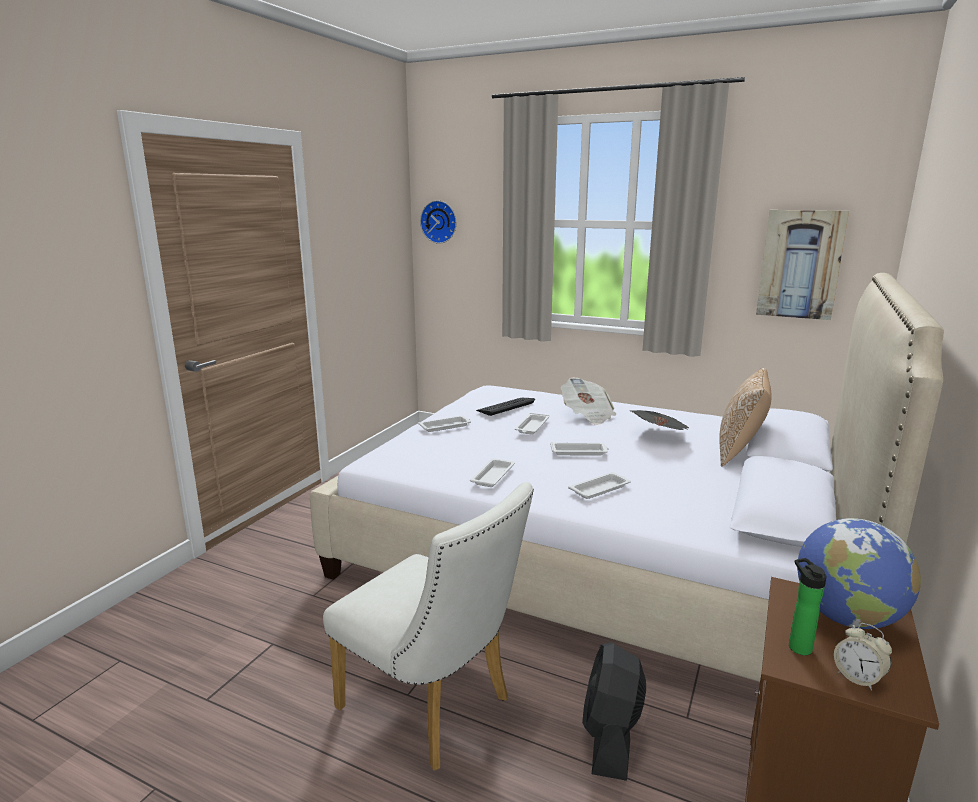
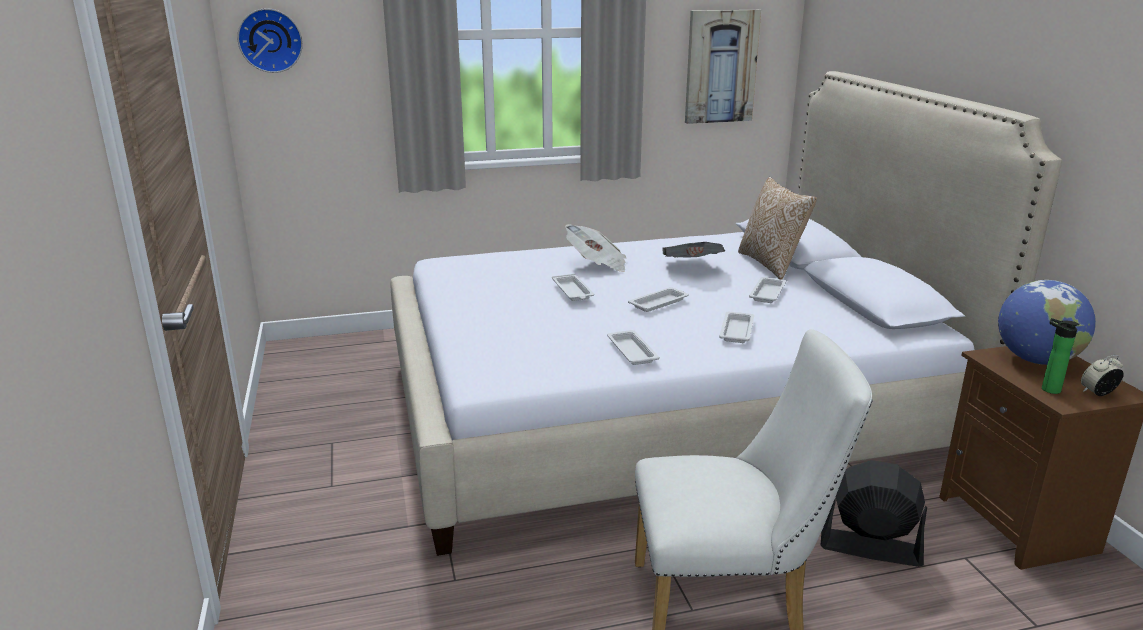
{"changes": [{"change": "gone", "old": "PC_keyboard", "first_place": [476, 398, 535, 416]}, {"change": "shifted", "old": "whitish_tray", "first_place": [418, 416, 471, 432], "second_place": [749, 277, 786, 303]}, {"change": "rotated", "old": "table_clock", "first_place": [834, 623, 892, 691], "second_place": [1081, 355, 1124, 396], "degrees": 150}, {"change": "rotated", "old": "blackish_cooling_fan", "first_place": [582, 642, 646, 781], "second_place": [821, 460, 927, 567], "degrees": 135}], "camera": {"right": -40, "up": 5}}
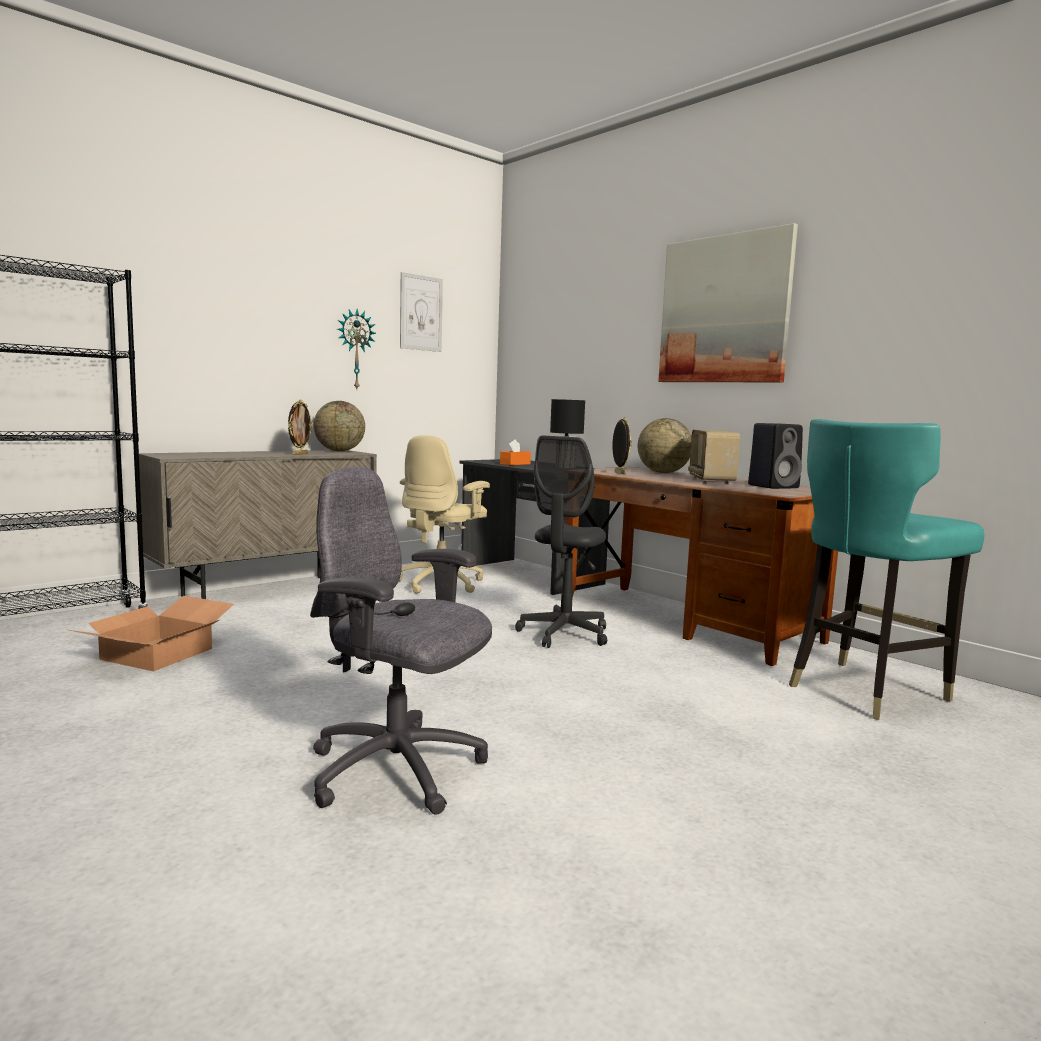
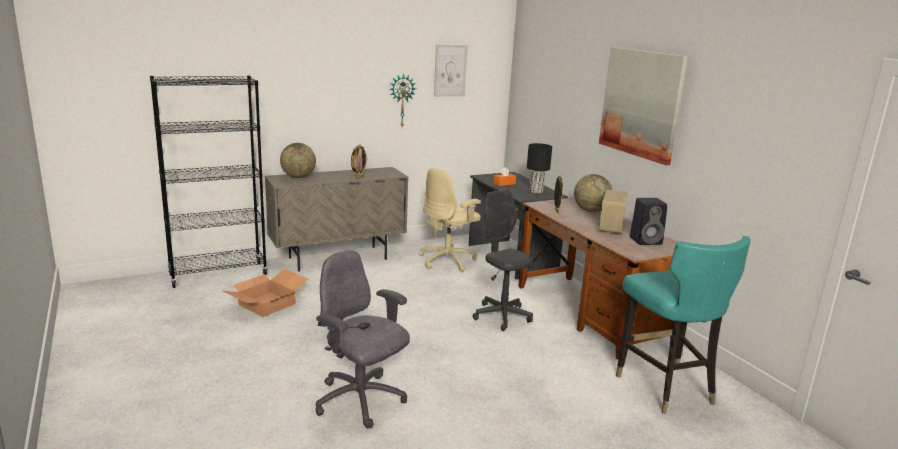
{"changes": [{"change": "shifted", "old": "desk_globe", "first_place": [314, 401, 365, 451], "second_place": [280, 143, 316, 178]}, {"change": "rotated", "old": "turquoise-coloured_plain_chair", "first_place": [789, 419, 984, 720], "second_place": [616, 236, 751, 414], "degrees": -90}, {"change": "rotated", "old": "greyish_office_chair", "first_place": [515, 436, 607, 648], "second_place": [473, 190, 533, 331], "degrees": 105}], "camera": {"right": 15, "up": 10}}
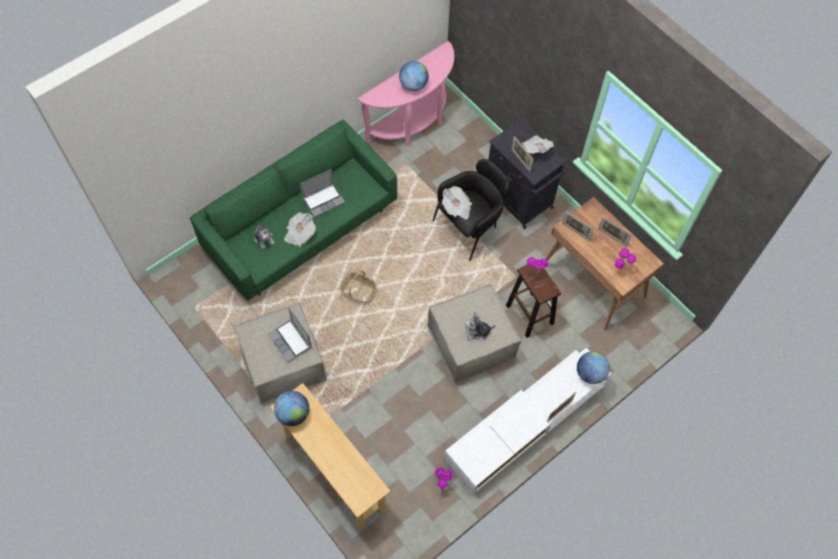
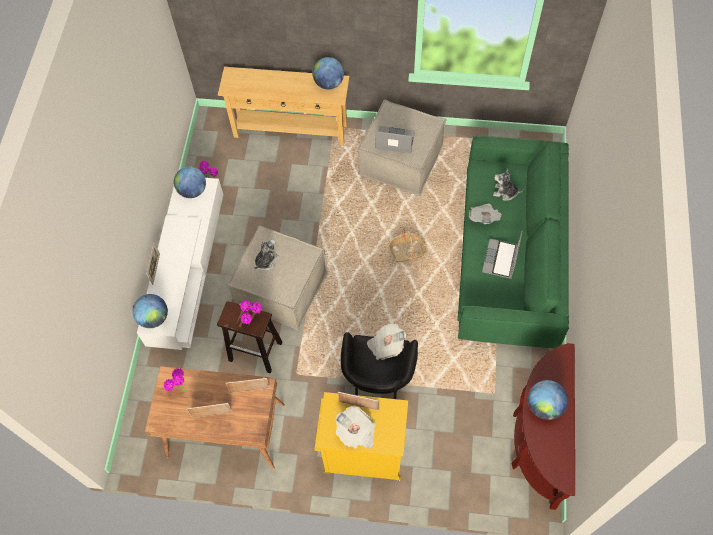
{"changes": [{"change": "repainted", "old": "pinkish_narrow_table", "new": "brown-coloured_narrow_table", "first_place": [358, 41, 455, 147], "second_place": [511, 343, 575, 510]}, {"change": "repainted", "old": "blackish_cabinet", "new": "yellow-coloured_cabinet", "first_place": [489, 119, 567, 229], "second_place": [314, 392, 408, 481]}, {"change": "new", "new": "desk_globe", "second_place": [174, 166, 206, 198]}], "camera": {"right": 140, "up": 0}}
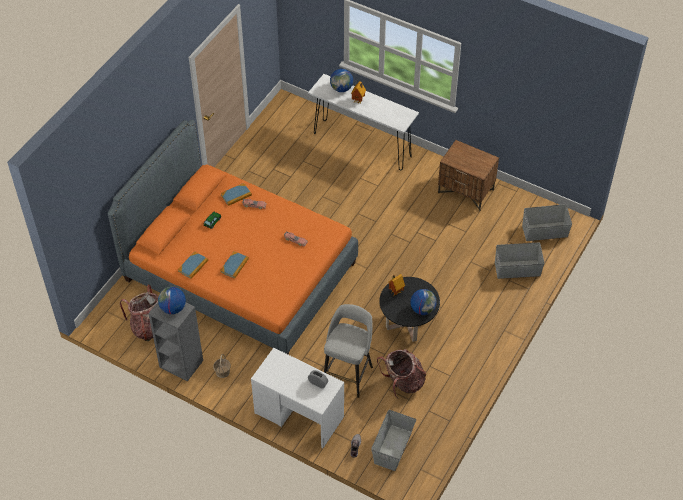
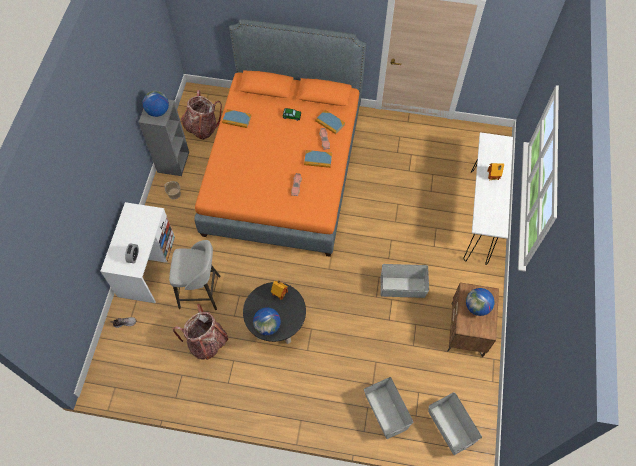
{"changes": [{"change": "shifted", "old": "desk_globe", "first_place": [330, 69, 353, 92], "second_place": [466, 288, 494, 316]}, {"change": "shifted", "old": "volume", "first_place": [220, 251, 249, 279], "second_place": [304, 150, 332, 168]}, {"change": "shifted", "old": "greyish_storage_box", "first_place": [371, 410, 416, 471], "second_place": [380, 264, 429, 298]}], "camera": {"right": 70, "up": 10}}
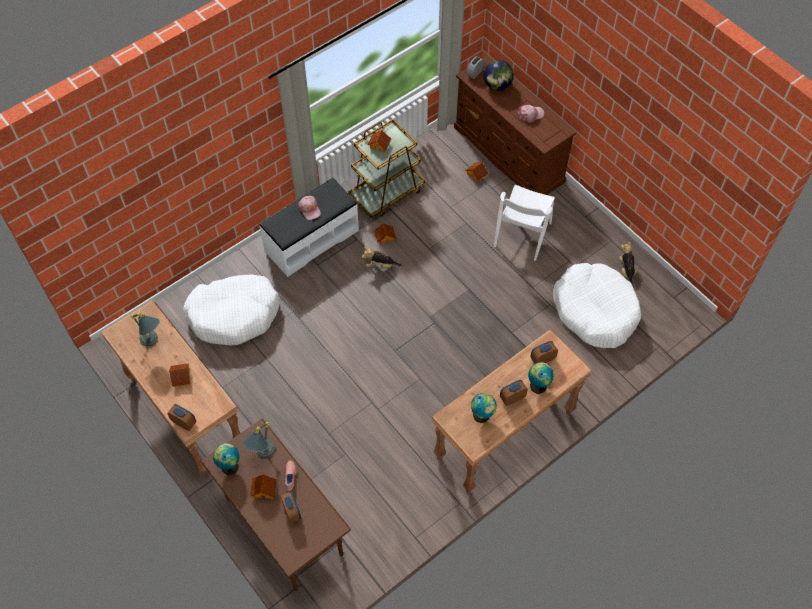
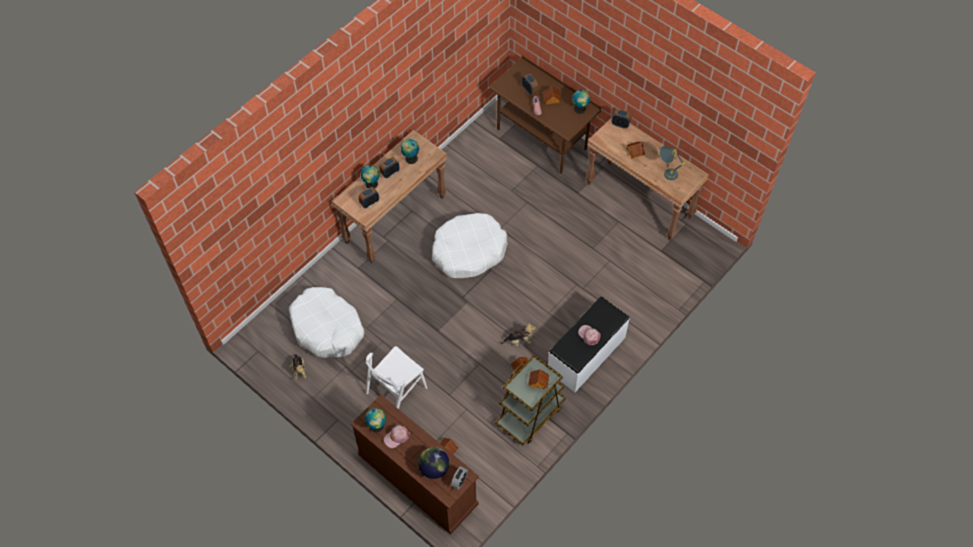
{"changes": [{"change": "rotated", "old": "whitish_plain_chair", "first_place": [494, 185, 555, 261], "second_place": [365, 346, 427, 409], "degrees": -150}, {"change": "shifted", "old": "whitish_pet_bed", "first_place": [183, 274, 280, 345], "second_place": [432, 213, 508, 278]}, {"change": "gone", "old": "greyish_table_lamp", "first_place": [243, 422, 275, 458]}, {"change": "new", "new": "desk_globe", "second_place": [365, 408, 386, 432]}], "camera": {"right": 170, "up": 0}}
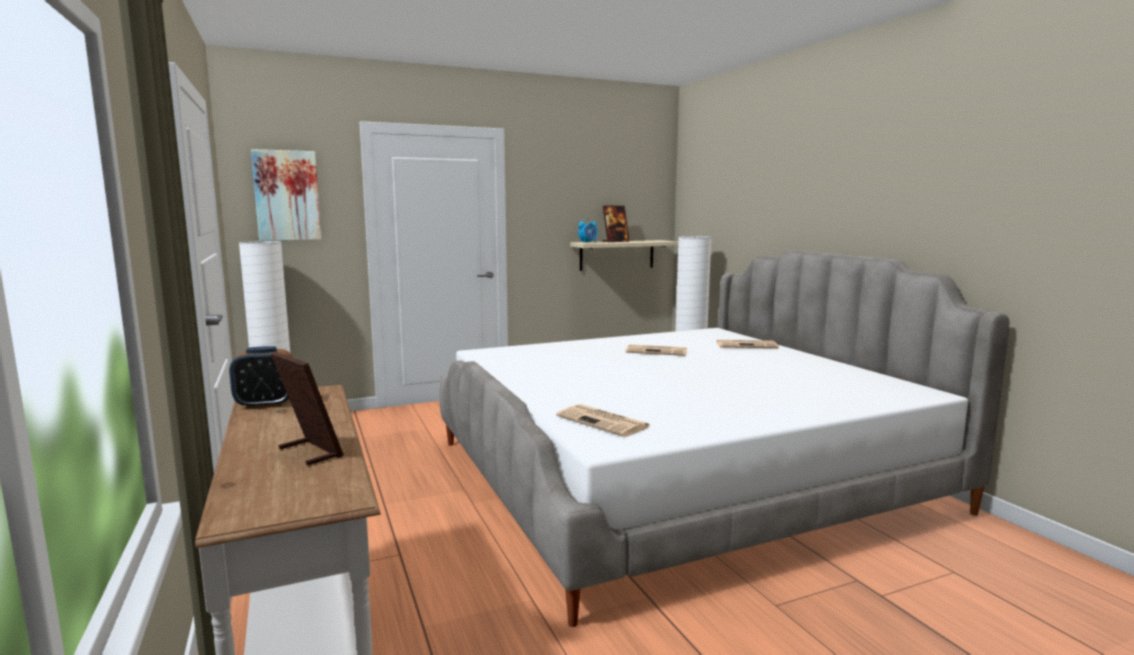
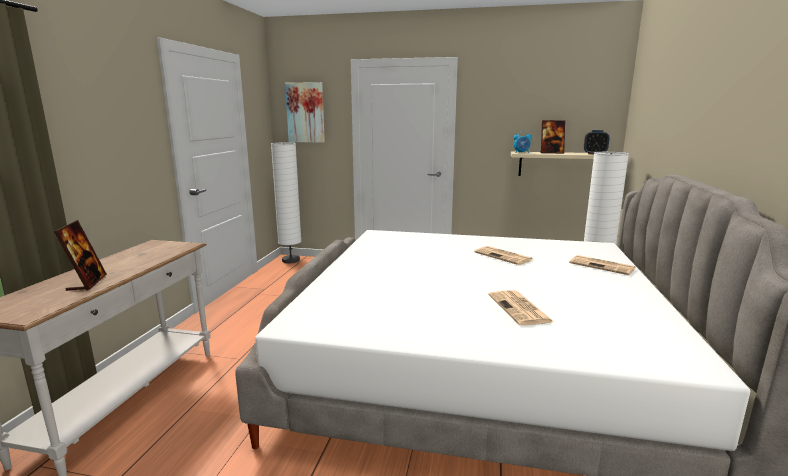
{"changes": [{"change": "shifted", "old": "table_clock", "first_place": [229, 346, 293, 409], "second_place": [584, 130, 610, 154]}, {"change": "shifted", "old": "printed_paper", "first_place": [556, 404, 650, 437], "second_place": [488, 290, 554, 325]}], "camera": {"right": 35, "up": 5}}
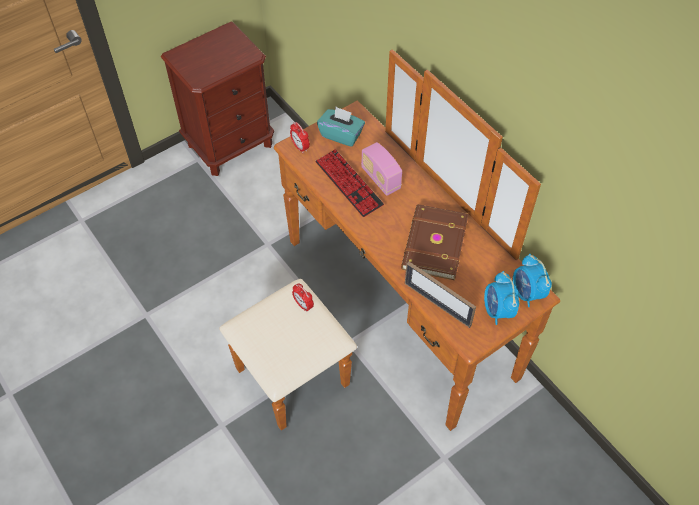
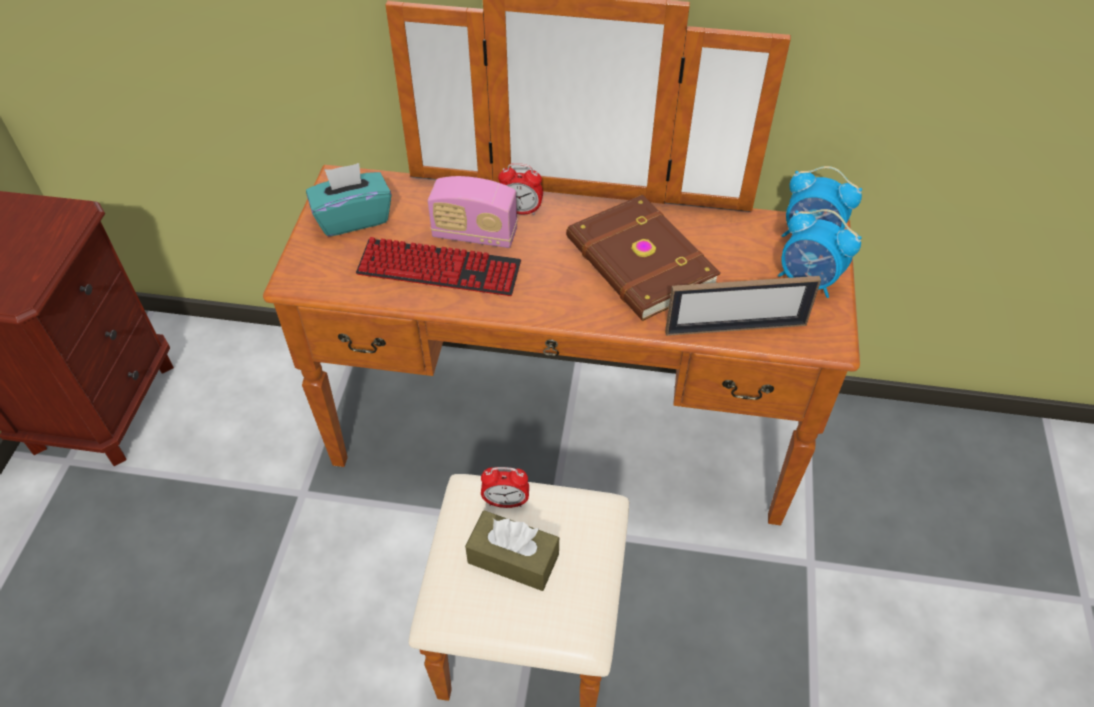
{"changes": [{"change": "shifted", "old": "table_clock", "first_place": [290, 122, 310, 153], "second_place": [498, 163, 543, 215]}, {"change": "new", "new": "brown-coloured_tissue_holder", "second_place": [465, 510, 559, 591]}], "camera": {"right": -45, "up": -5}}
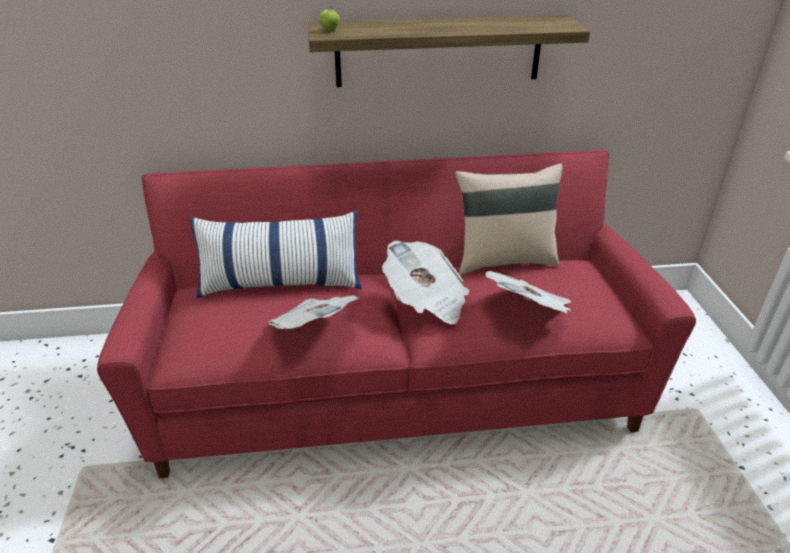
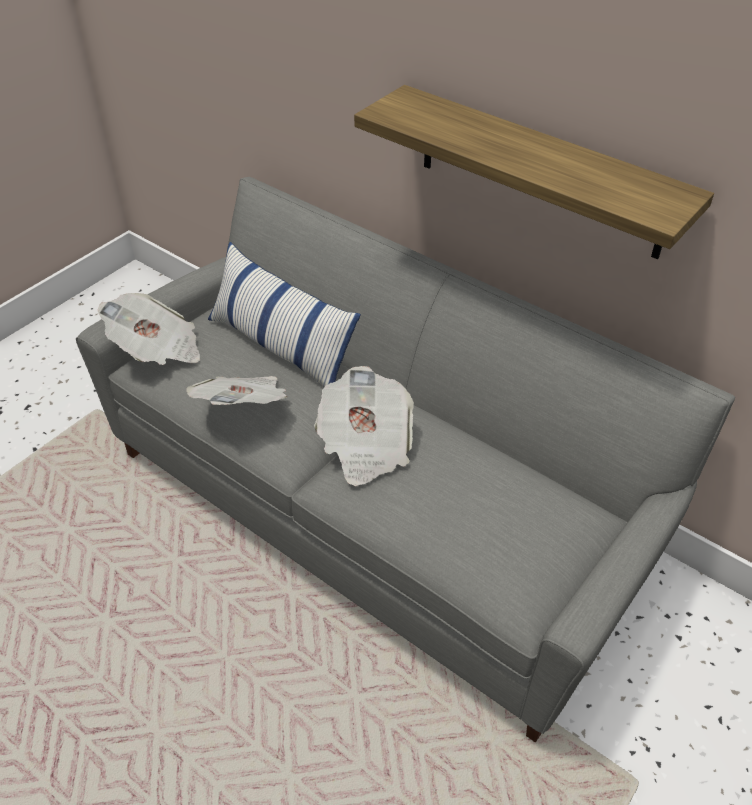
{"changes": [{"change": "gone", "old": "whole_apple", "first_place": [319, 7, 340, 31]}, {"change": "repainted", "old": "reddish_settee", "new": "greyish_settee", "first_place": [97, 150, 696, 478], "second_place": [76, 177, 735, 742]}, {"change": "gone", "old": "beige-coloured_cushion", "first_place": [455, 163, 563, 275]}, {"change": "shifted", "old": "printed_paper", "first_place": [485, 271, 571, 313], "second_place": [98, 293, 200, 365]}], "camera": {"right": 45, "up": 10}}
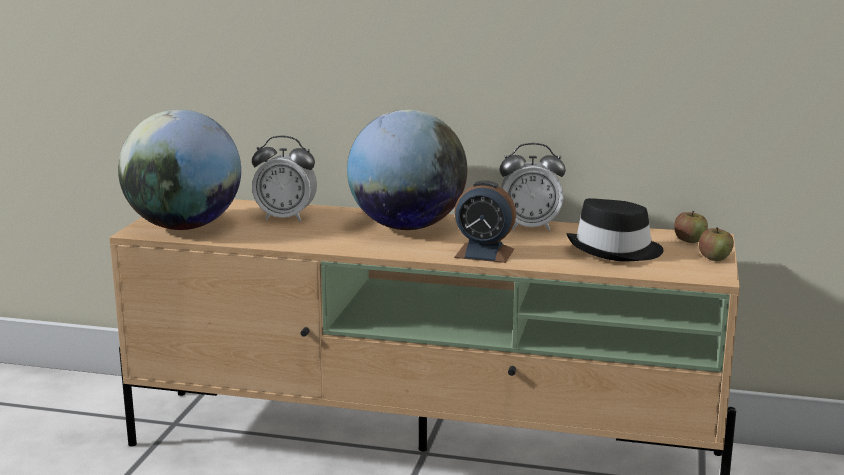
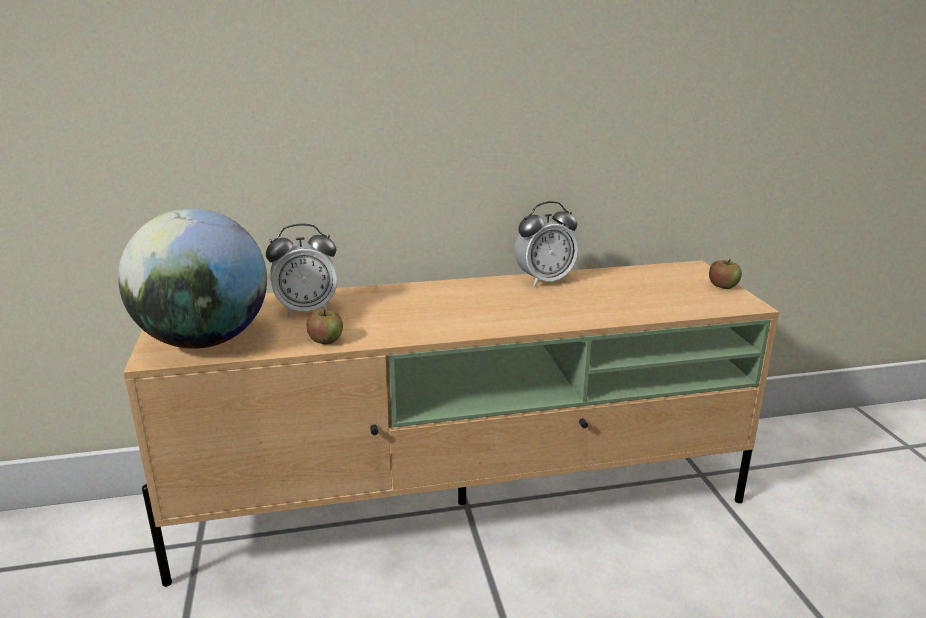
{"changes": [{"change": "gone", "old": "desk_globe", "first_place": [347, 110, 467, 230]}, {"change": "gone", "old": "table_clock", "first_place": [454, 181, 516, 263]}, {"change": "gone", "old": "blackish_clothing_hat", "first_place": [567, 198, 663, 261]}, {"change": "shifted", "old": "whole_apple", "first_place": [674, 211, 708, 243], "second_place": [307, 310, 343, 345]}], "camera": {"right": -25, "up": 5}}
